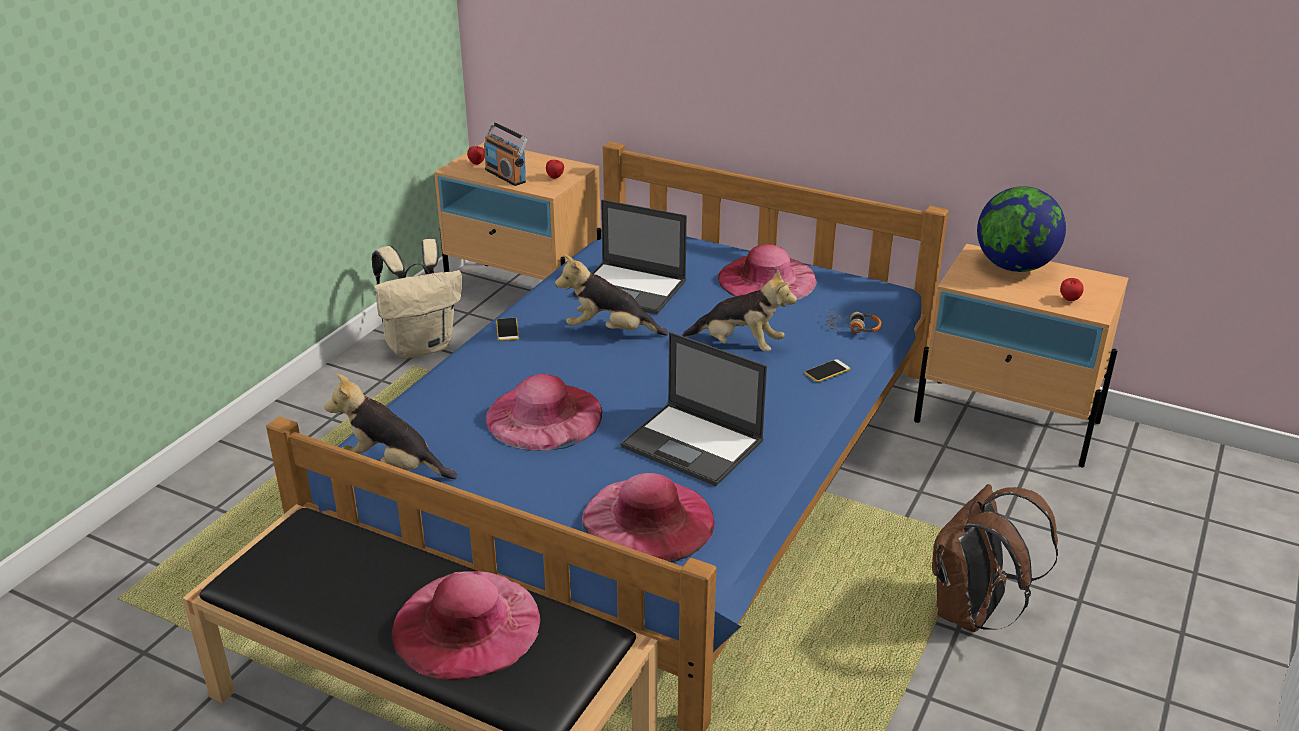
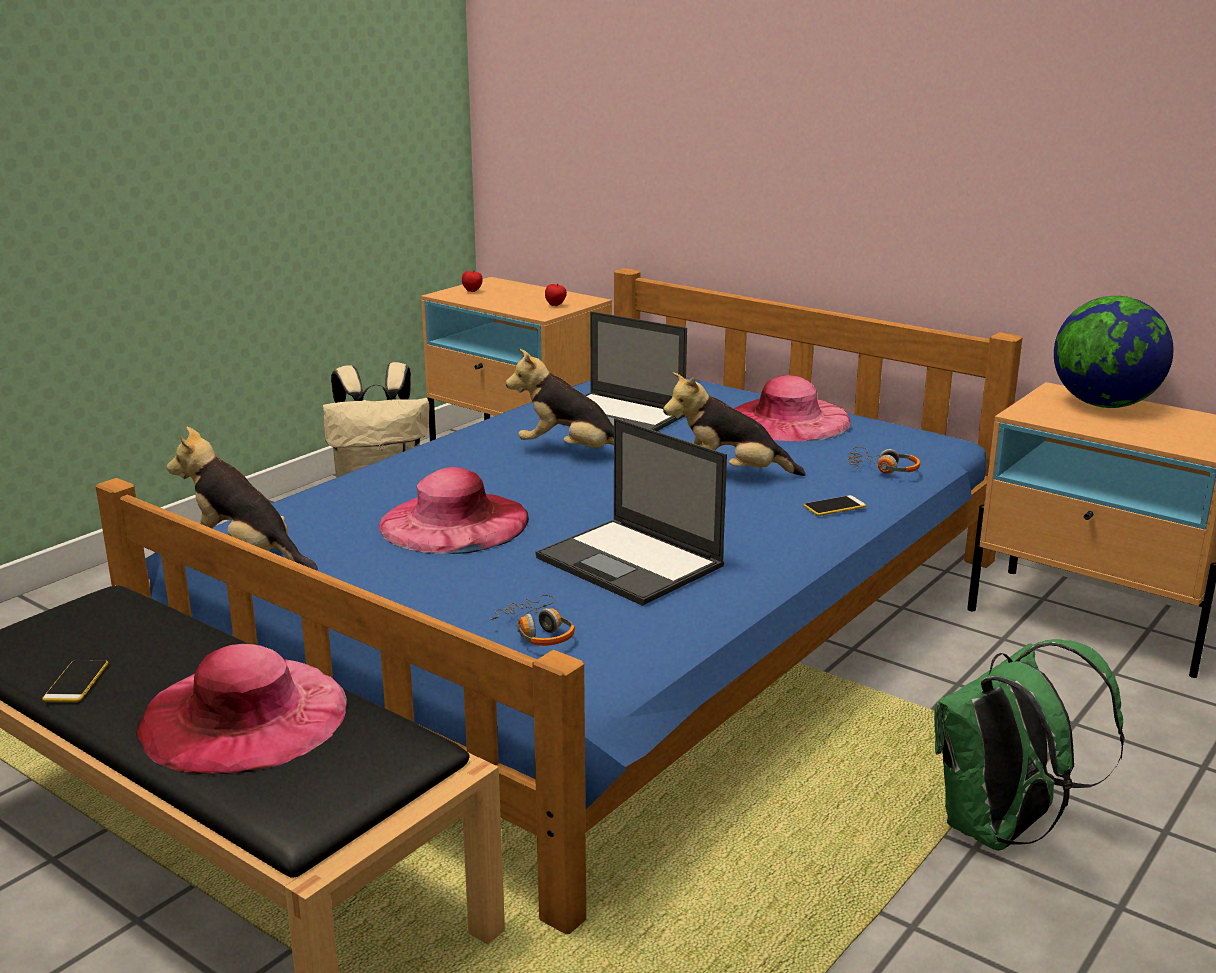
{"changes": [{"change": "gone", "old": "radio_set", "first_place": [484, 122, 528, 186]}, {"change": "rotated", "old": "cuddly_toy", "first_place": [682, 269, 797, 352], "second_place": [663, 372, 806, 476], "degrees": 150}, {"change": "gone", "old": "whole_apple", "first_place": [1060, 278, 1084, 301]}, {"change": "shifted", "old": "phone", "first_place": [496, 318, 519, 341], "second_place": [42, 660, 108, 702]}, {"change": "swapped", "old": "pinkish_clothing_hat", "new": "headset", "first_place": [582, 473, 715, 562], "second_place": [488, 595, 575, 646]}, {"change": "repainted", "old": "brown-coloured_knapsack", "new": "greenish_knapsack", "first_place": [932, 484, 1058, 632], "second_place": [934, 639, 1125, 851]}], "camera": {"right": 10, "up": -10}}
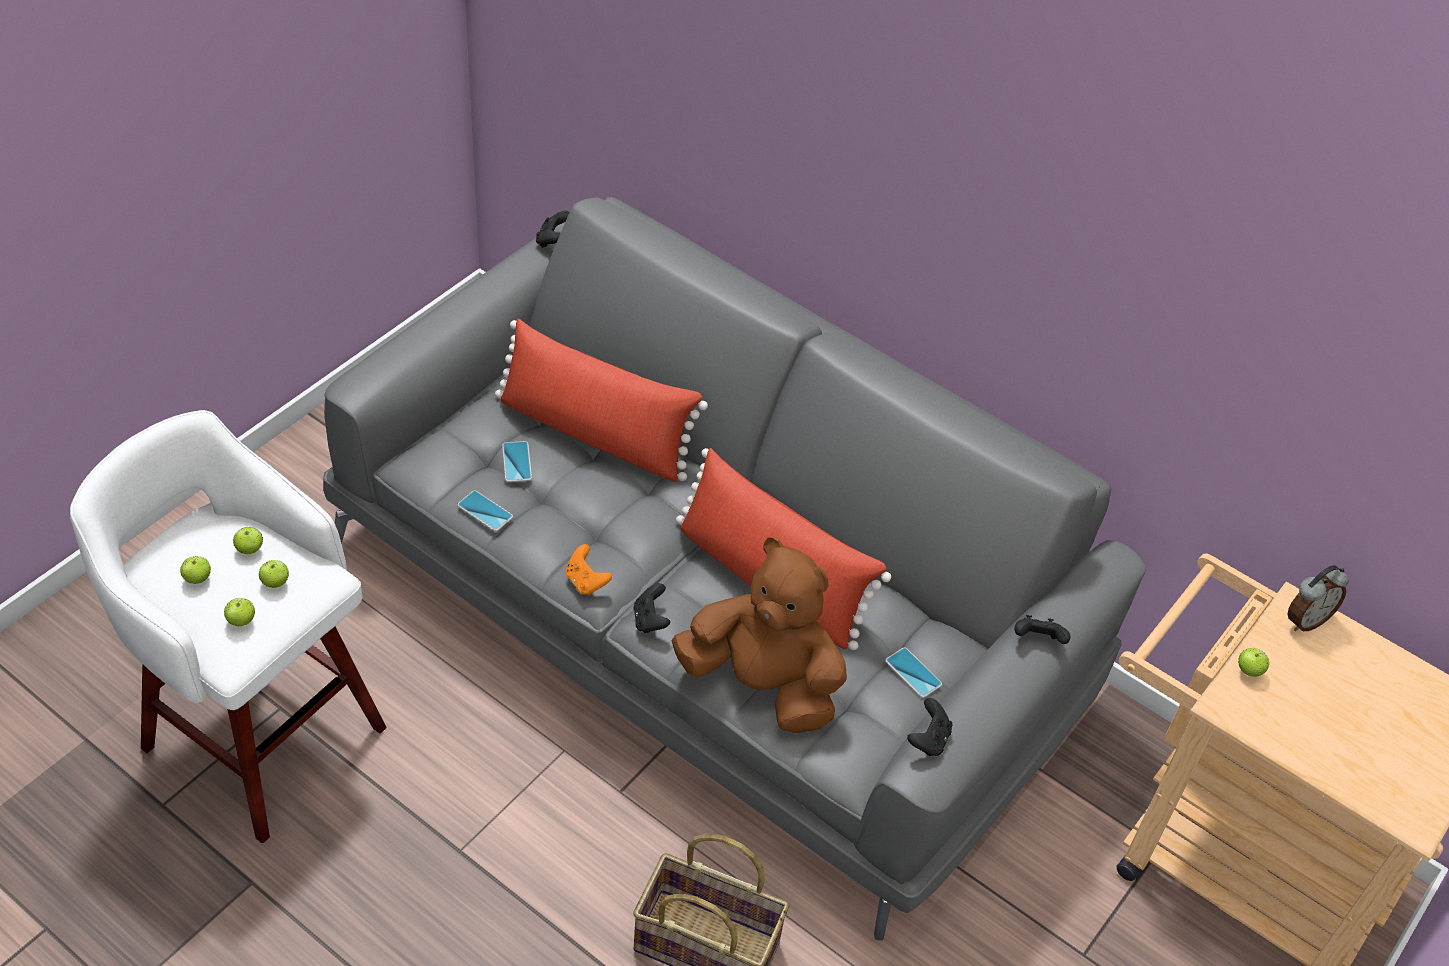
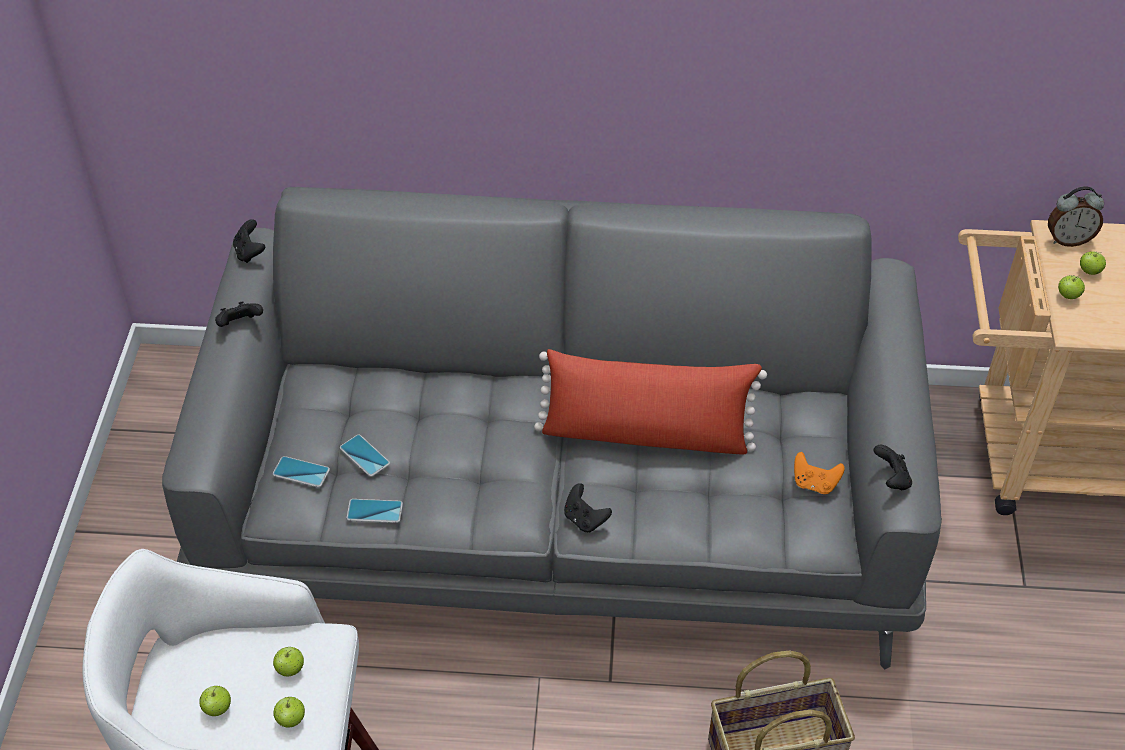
{"changes": [{"change": "gone", "old": "reddish_cushion", "first_place": [495, 319, 708, 482]}, {"change": "shifted", "old": "whole_apple", "first_place": [233, 527, 263, 554], "second_place": [1080, 251, 1106, 275]}, {"change": "gone", "old": "brown-coloured_cuddly_toy", "first_place": [671, 538, 847, 733]}, {"change": "shifted", "old": "orange-coloured_game_controller", "first_place": [566, 544, 612, 595], "second_place": [794, 452, 845, 494]}, {"change": "rotated", "old": "table_clock", "first_place": [1287, 565, 1349, 631], "second_place": [1048, 186, 1104, 247], "degrees": 60}, {"change": "shifted", "old": "blackish_game_controller", "first_place": [1014, 615, 1070, 644], "second_place": [215, 301, 263, 327]}, {"change": "shifted", "old": "phone", "first_place": [885, 647, 942, 698], "second_place": [273, 456, 330, 487]}], "camera": {"right": -30, "up": 0}}
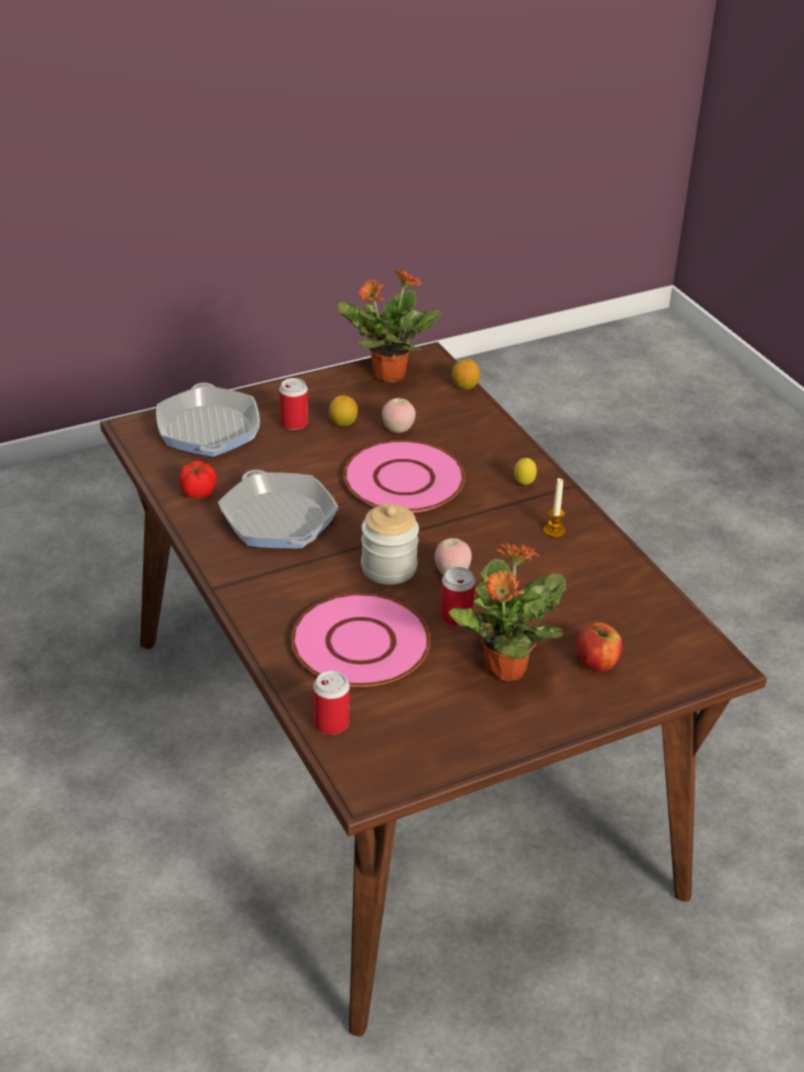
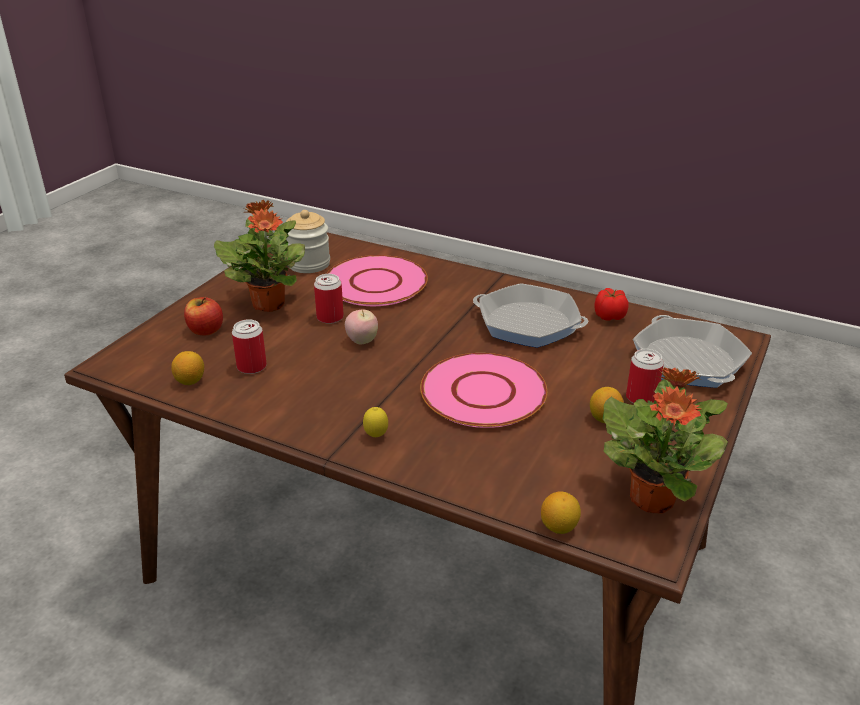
{"changes": [{"change": "rotated", "old": "frying_pan", "first_place": [156, 383, 260, 457], "second_place": [633, 315, 752, 388], "degrees": -150}, {"change": "gone", "old": "whole_apple", "first_place": [382, 397, 416, 433]}, {"change": "gone", "old": "wax_candle", "first_place": [544, 478, 566, 538]}, {"change": "shifted", "old": "preserve_jar", "first_place": [361, 504, 419, 585], "second_place": [286, 210, 330, 273]}, {"change": "shifted", "old": "metal_can", "first_place": [313, 671, 350, 735], "second_place": [232, 319, 267, 374]}, {"change": "new", "new": "whole_lemon", "second_place": [171, 351, 204, 385]}], "camera": {"right": 145, "up": -5}}
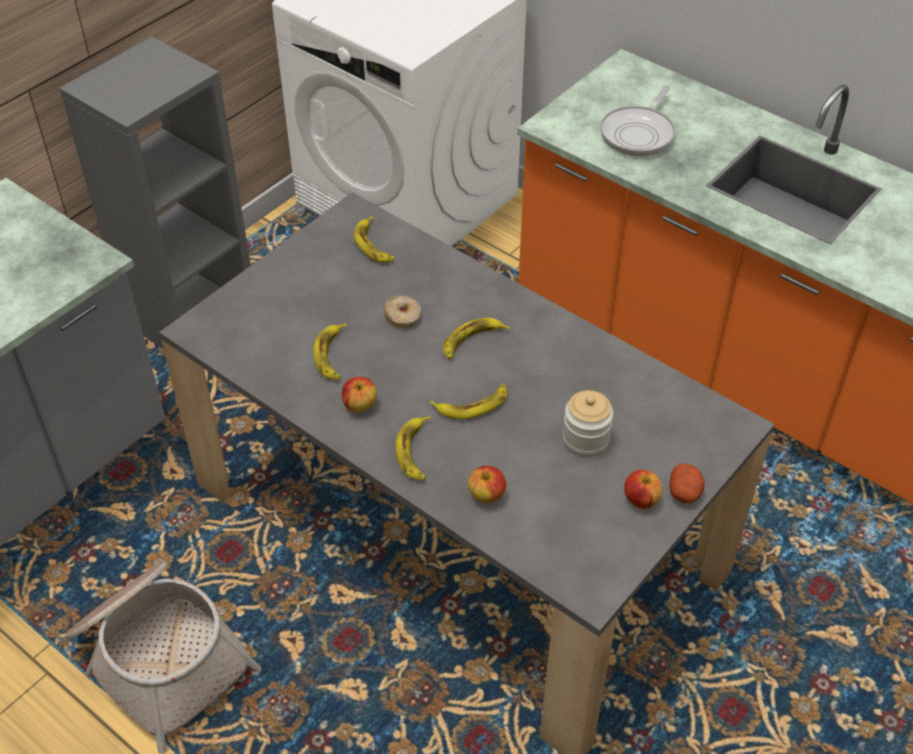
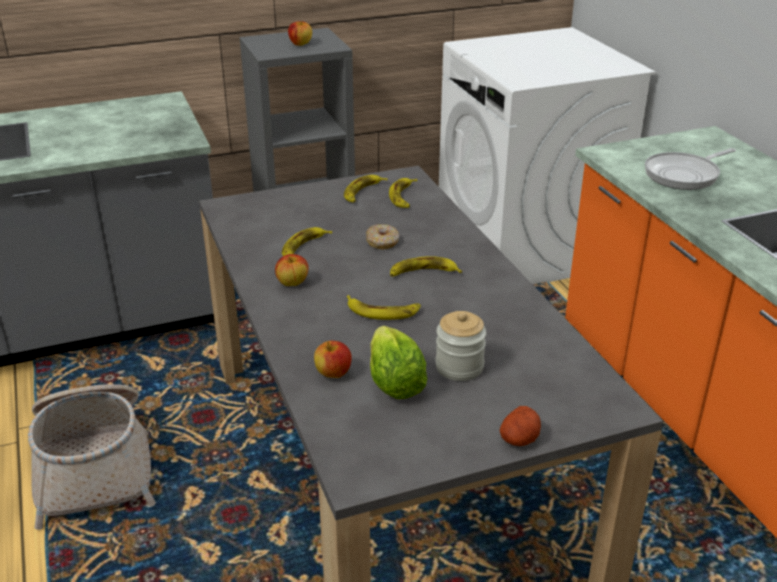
{"changes": [{"change": "shifted", "old": "whole_banana", "first_place": [396, 416, 431, 480], "second_place": [344, 175, 388, 203]}, {"change": "shifted", "old": "whole_apple", "first_place": [624, 469, 662, 509], "second_place": [288, 21, 312, 46]}, {"change": "new", "new": "head_of_lettuce", "second_place": [370, 326, 427, 399]}], "camera": {"right": 30, "up": -15}}
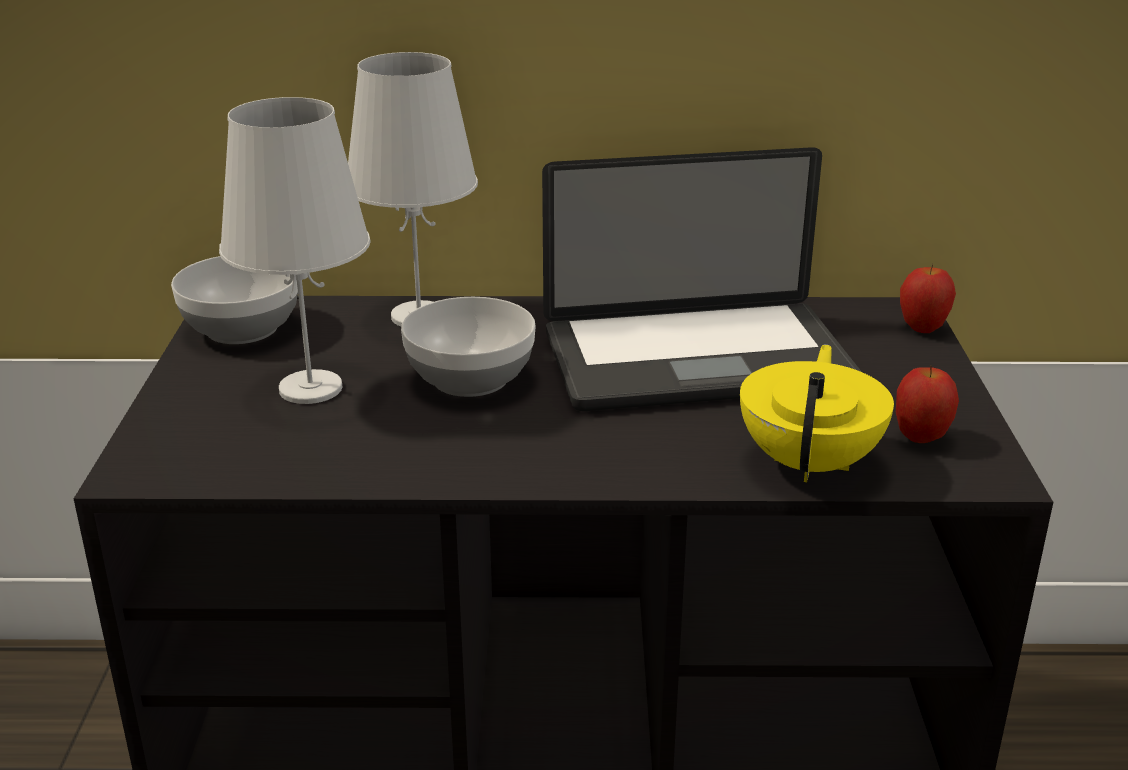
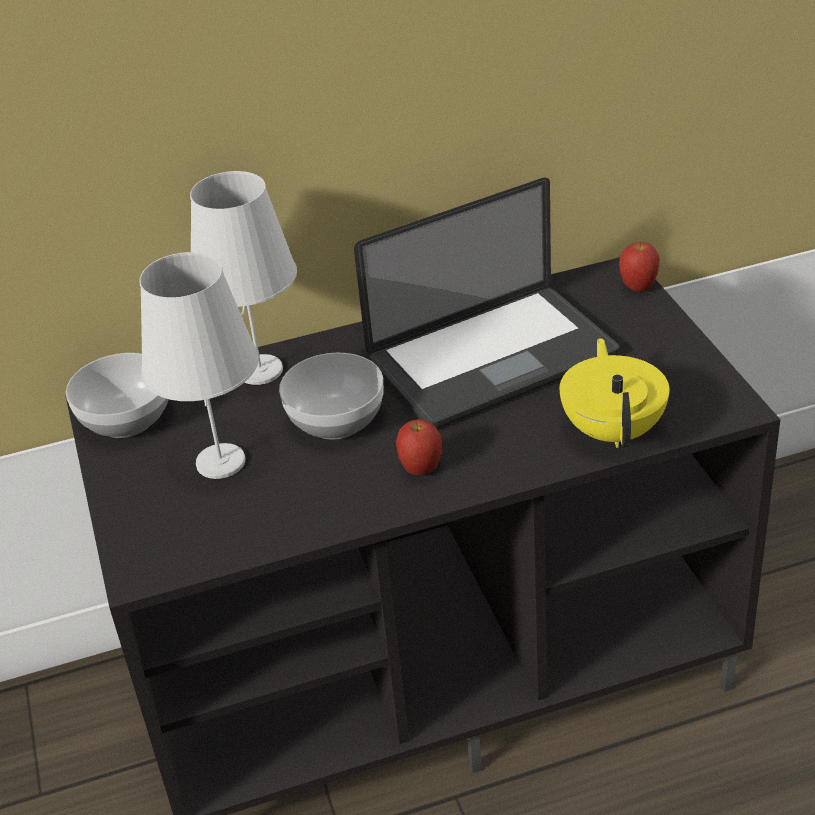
{"changes": [{"change": "shifted", "old": "whole_apple", "first_place": [896, 366, 959, 443], "second_place": [396, 419, 442, 475]}], "camera": {"right": -15, "up": 10}}
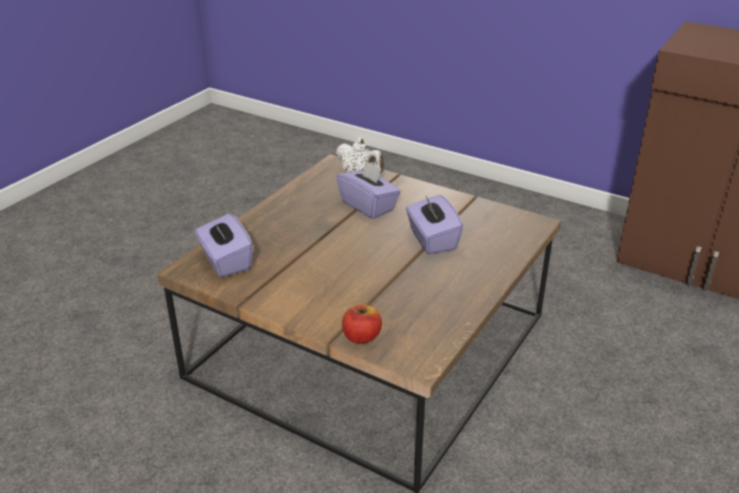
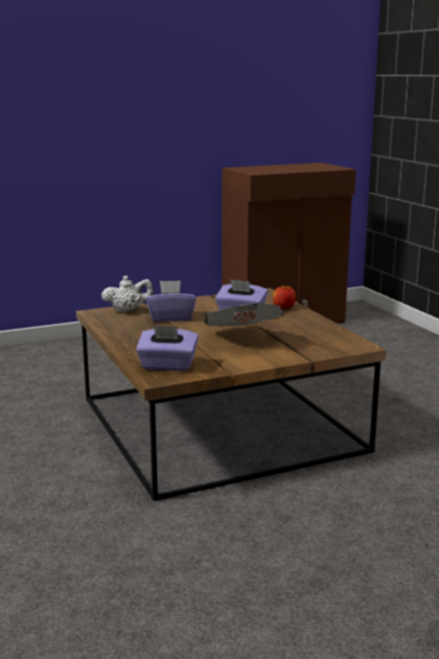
{"changes": [{"change": "shifted", "old": "whole_apple", "first_place": [342, 305, 382, 344], "second_place": [273, 285, 296, 309]}, {"change": "new", "new": "printed_paper", "second_place": [202, 303, 284, 327]}], "camera": {"right": -55, "up": -15}}
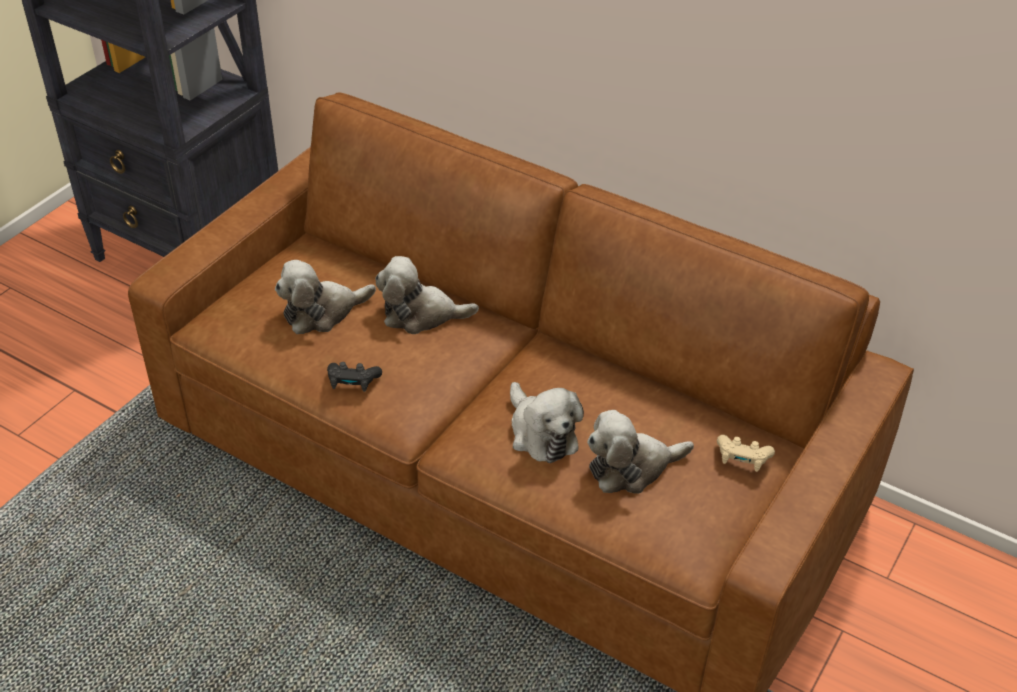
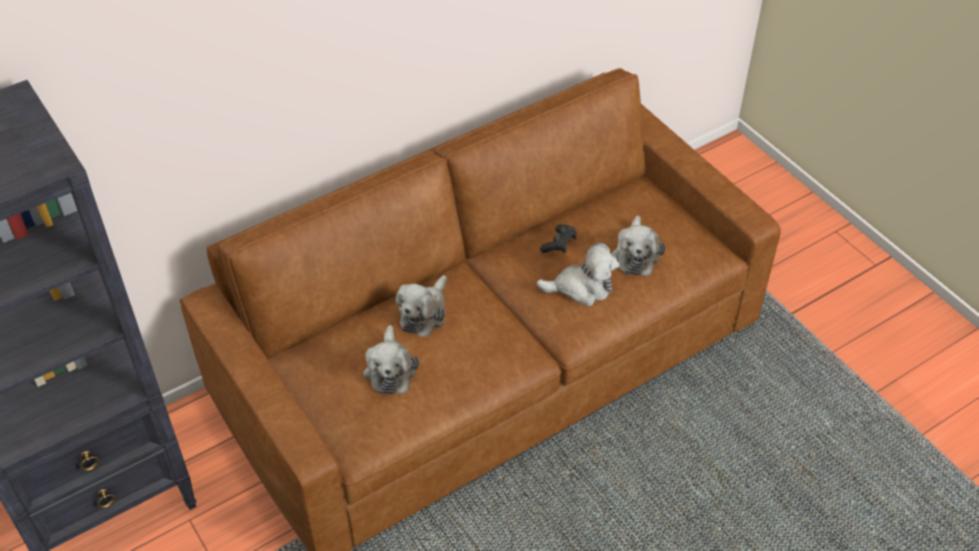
{"changes": [{"change": "shifted", "old": "blackish_game_controller", "first_place": [327, 362, 382, 392], "second_place": [540, 225, 577, 253]}, {"change": "gone", "old": "beige-coloured_game_controller", "first_place": [717, 435, 775, 472]}], "camera": {"right": -65, "up": 5}}
